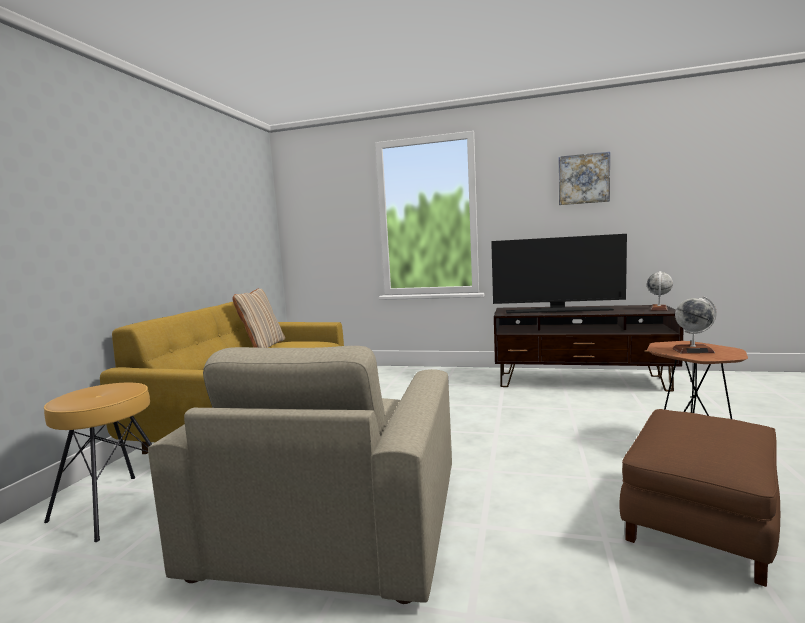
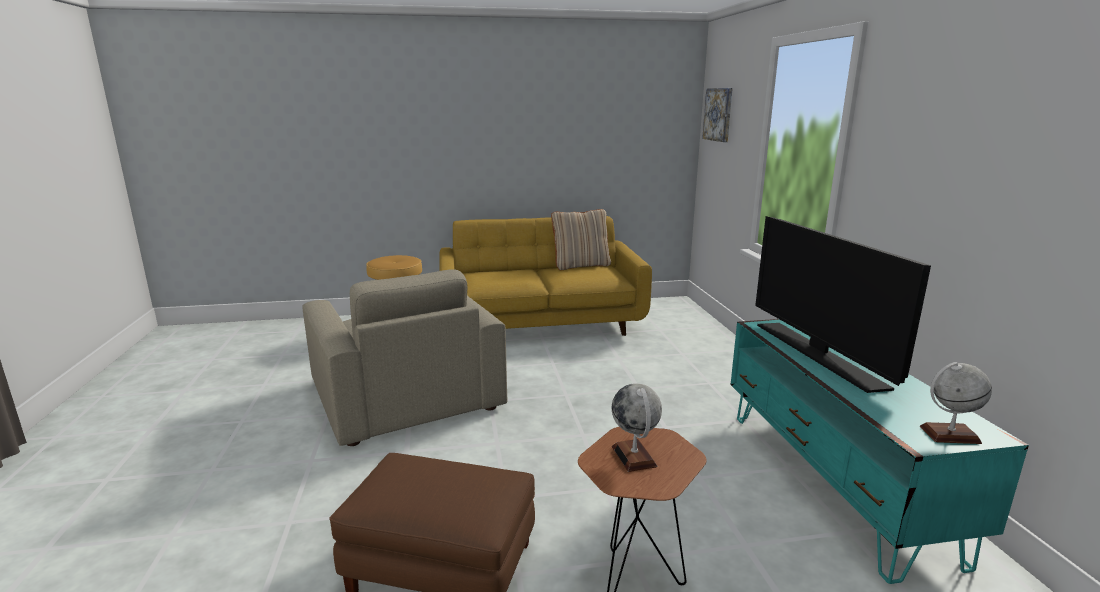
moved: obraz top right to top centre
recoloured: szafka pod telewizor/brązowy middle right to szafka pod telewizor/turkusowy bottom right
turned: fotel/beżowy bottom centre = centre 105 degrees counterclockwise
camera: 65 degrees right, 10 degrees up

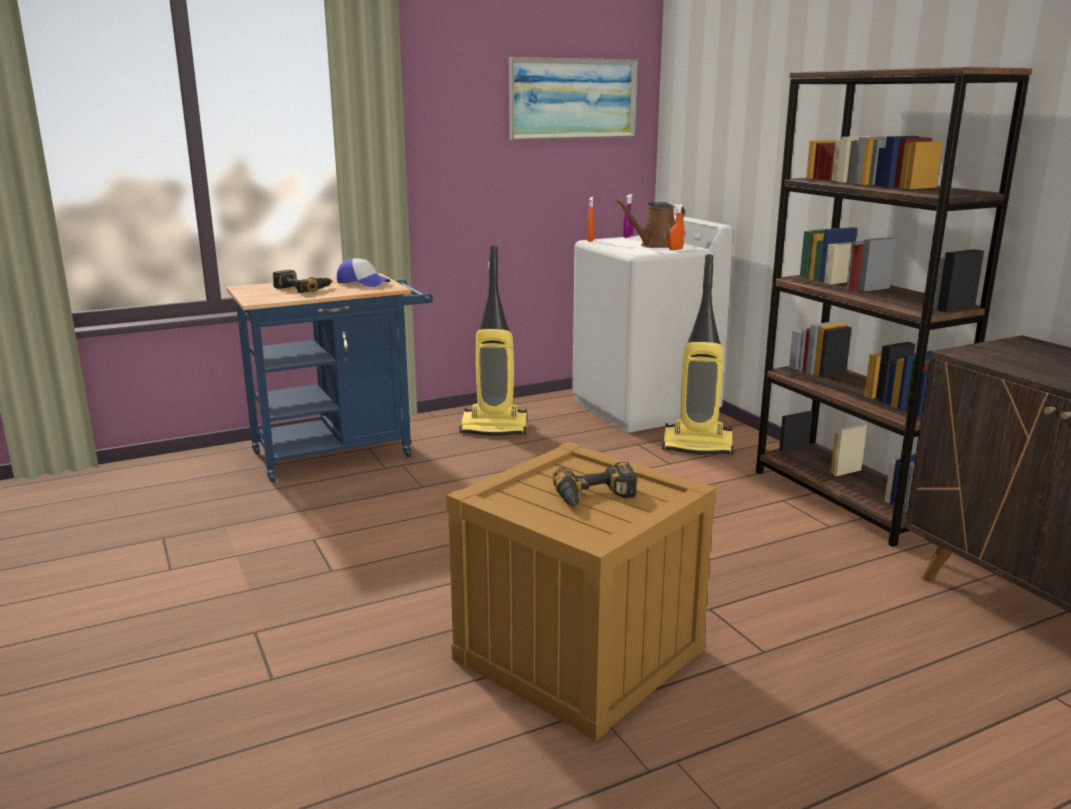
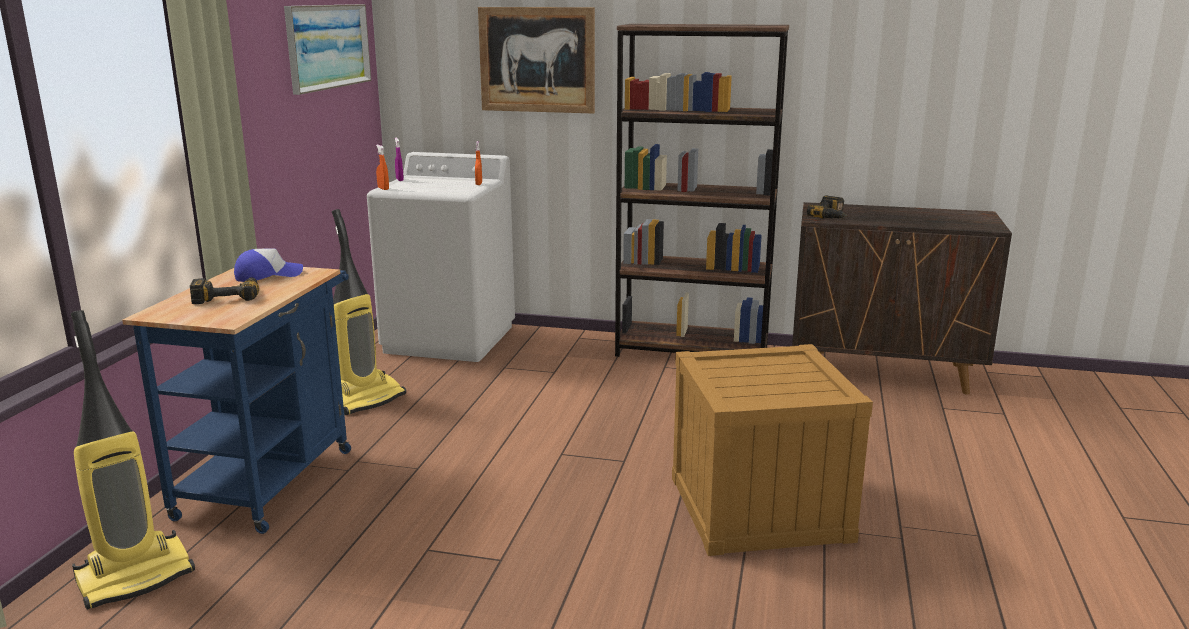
removed: konewka/brązowy top centre
added: obraz (2nd from left) top centre
moved: odkurzacz (2nd from left in the first image) centre to odkurzacz (1st from left) bottom left; wiertarka (2nd from left) centre to top right
camera: 50 degrees left, 0 degrees up

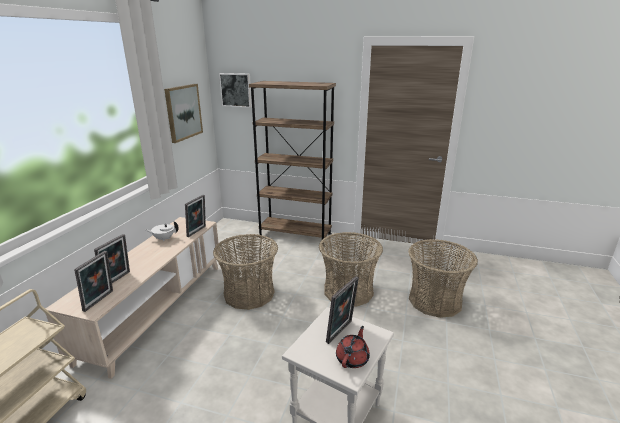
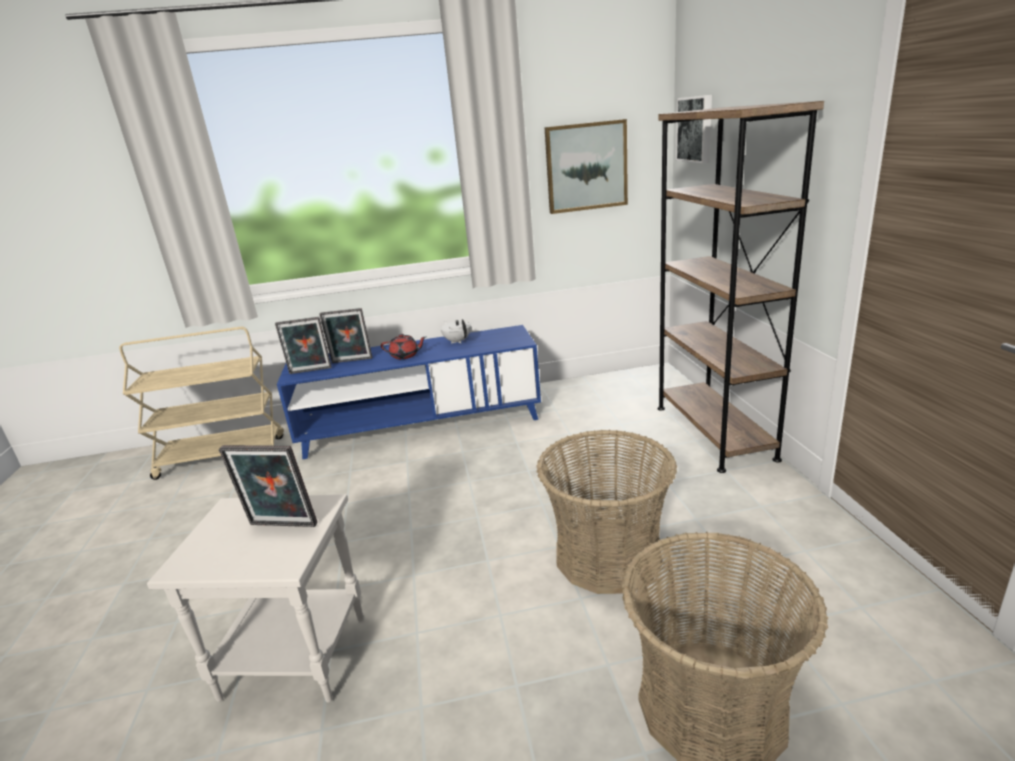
removed: ramka na zdjęcie (3rd from left) middle left; koszyk (1st from left) centre
moved: imbryk/czerwony bottom centre to centre
recoloured: szafka pod telewizor/beżowy bottom left to szafka pod telewizor/niebieski centre
camera: 65 degrees right, 0 degrees up

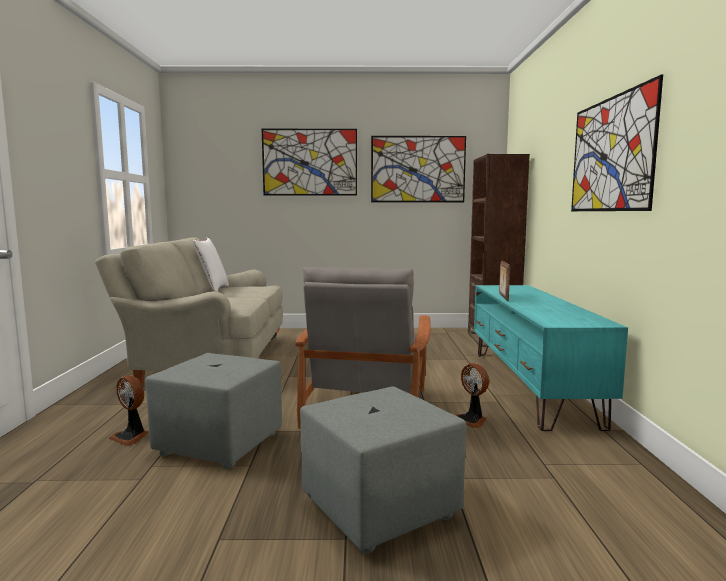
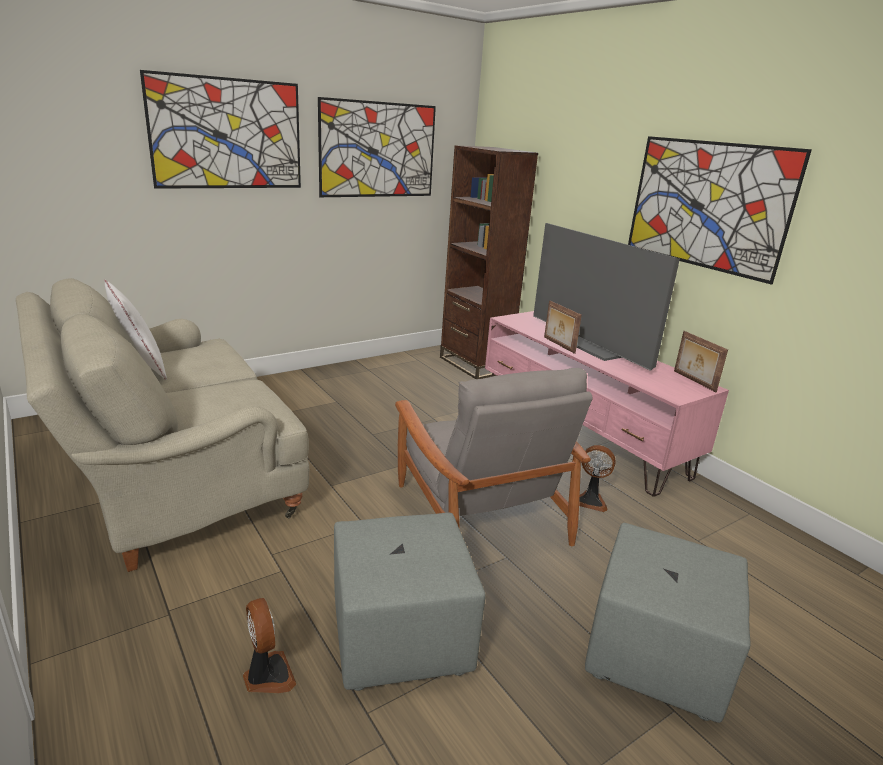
added: telewizor middle right; ramka na zdjęcie (2nd from left) middle right
recoloured: szafka pod telewizor/turkusowy middle right to szafka pod telewizor/różowy middle right
turned: wentylator (1st from left) bottom left = bottom left 120 degrees counterclockwise
camera: 35 degrees left, 15 degrees up

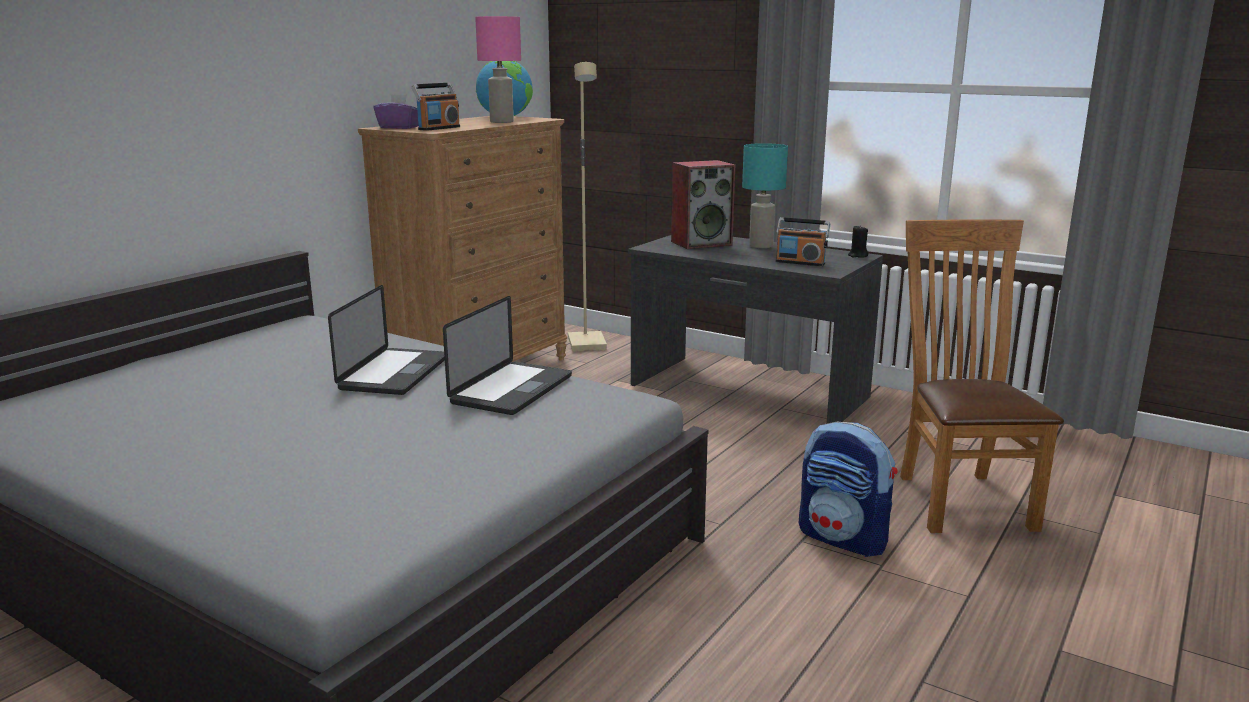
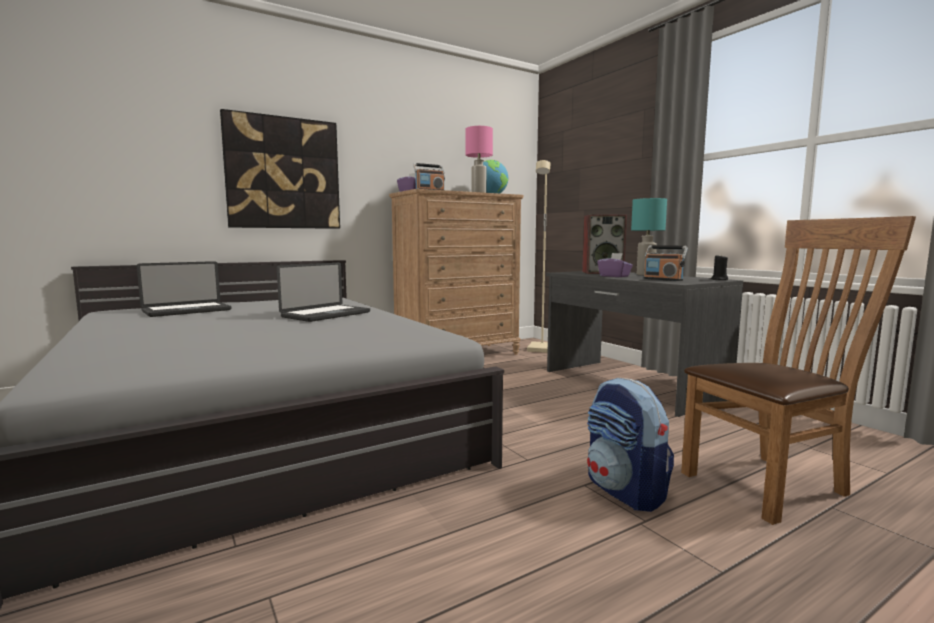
added: obraz top left; pudełko chusteczek/fioletowy (2nd from left) centre
moved: laptop (2nd from left in the first image) centre to laptop (1st from left) middle left
turned: krzesło/brązowy middle right = middle right 45 degrees clockwise
camera: 25 degrees right, 10 degrees down

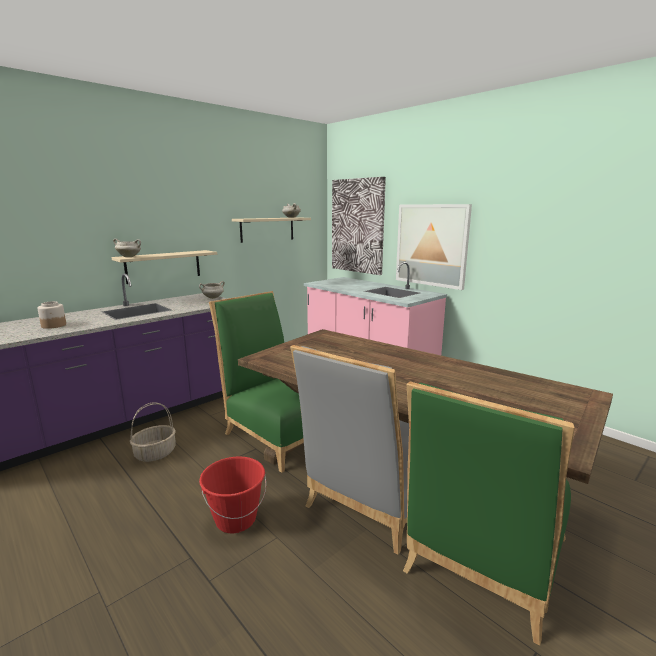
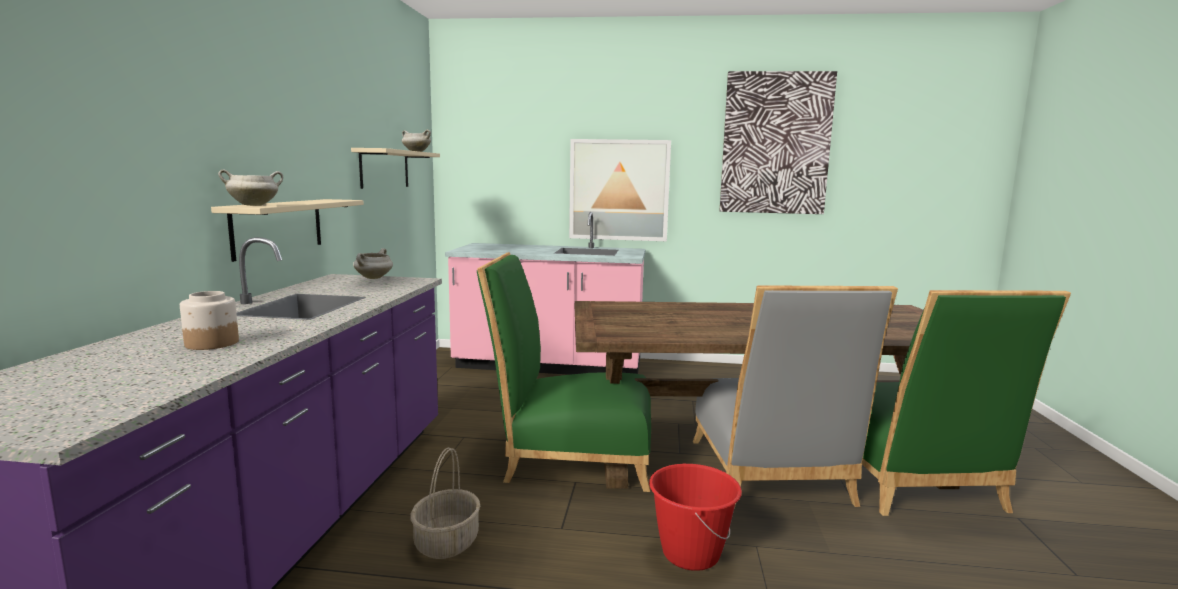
moved: obraz (1st from left in the first image) centre to obraz (2nd from left) top centre
camera: 40 degrees left, 5 degrees down

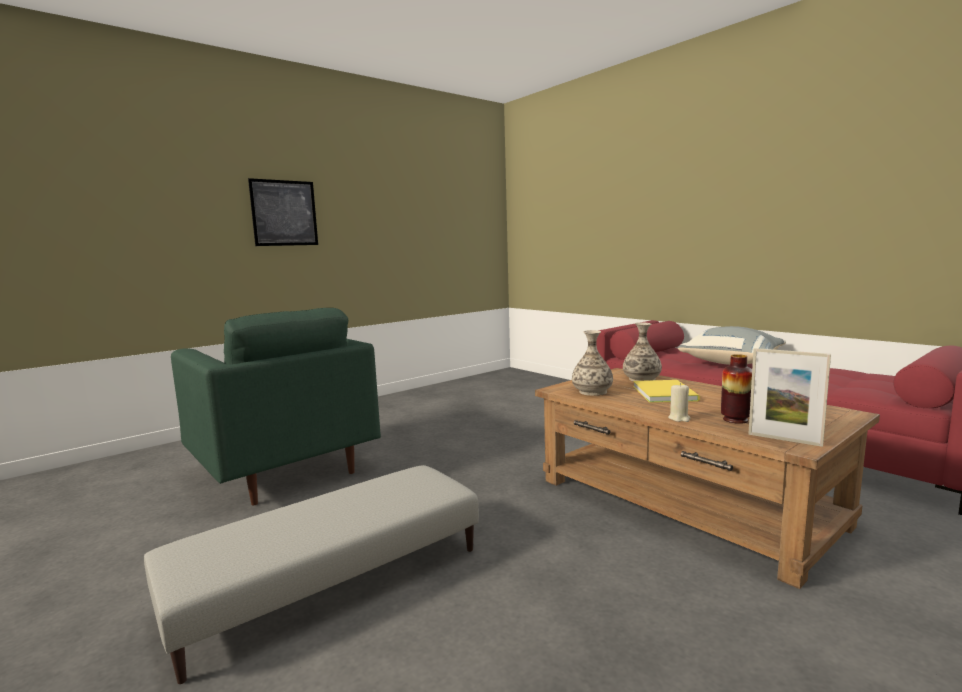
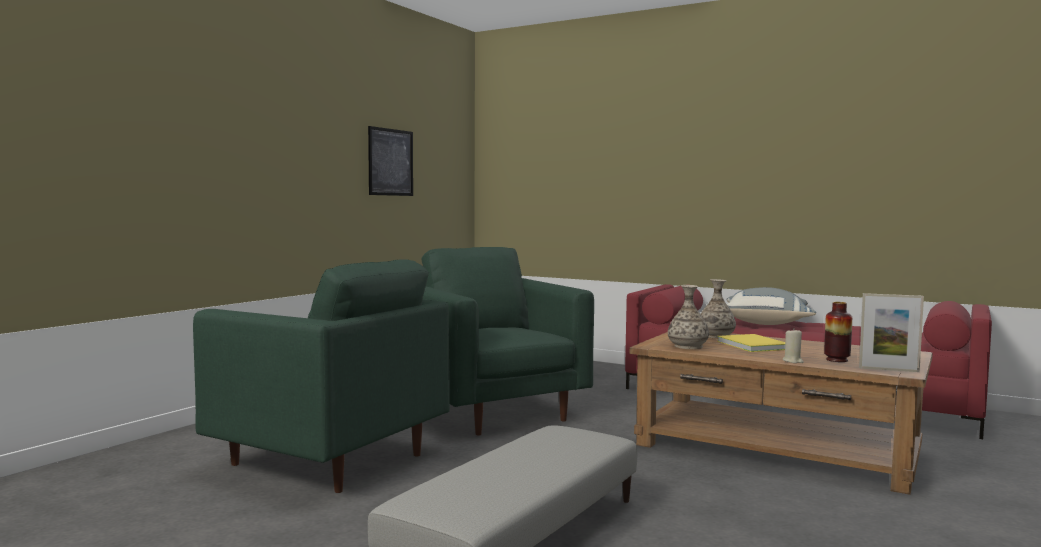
added: fotel/zielony (2nd from left) centre
moved: obraz top left to top centre
camera: 20 degrees left, 5 degrees down

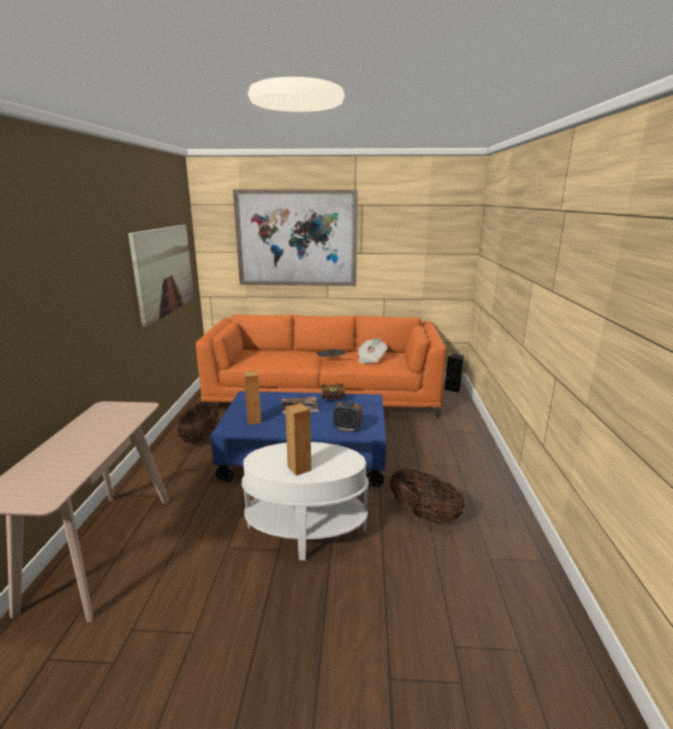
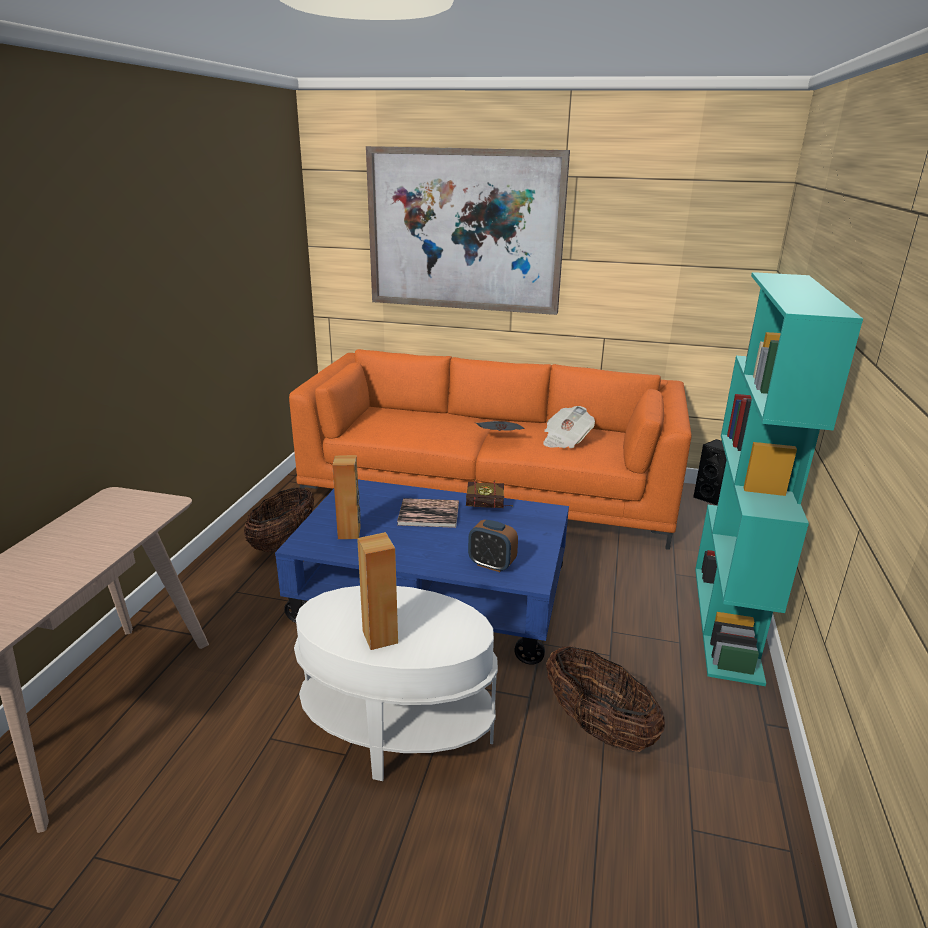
removed: obraz (1st from left) middle left
added: regał/turkusowy middle right
camera: 10 degrees right, 5 degrees up

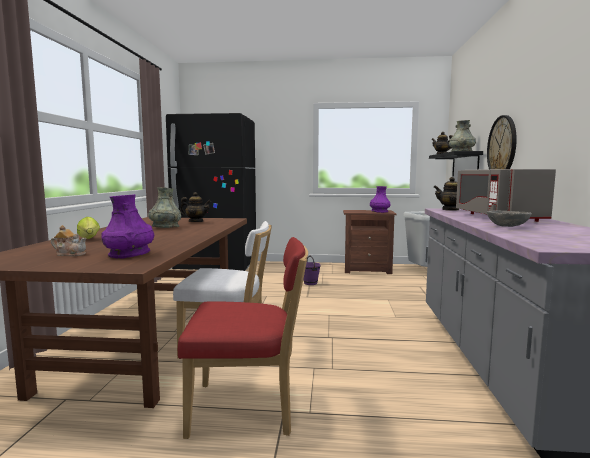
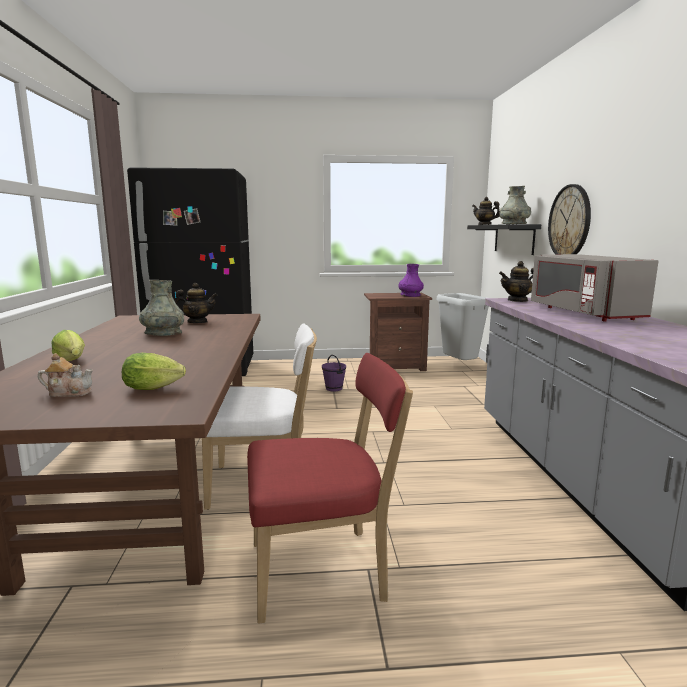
removed: miska/szary middle right
replaced: wazon/fioletowy (1st from left) middle left to sałata (2nd from left) middle left
camera: 10 degrees left, 5 degrees up

